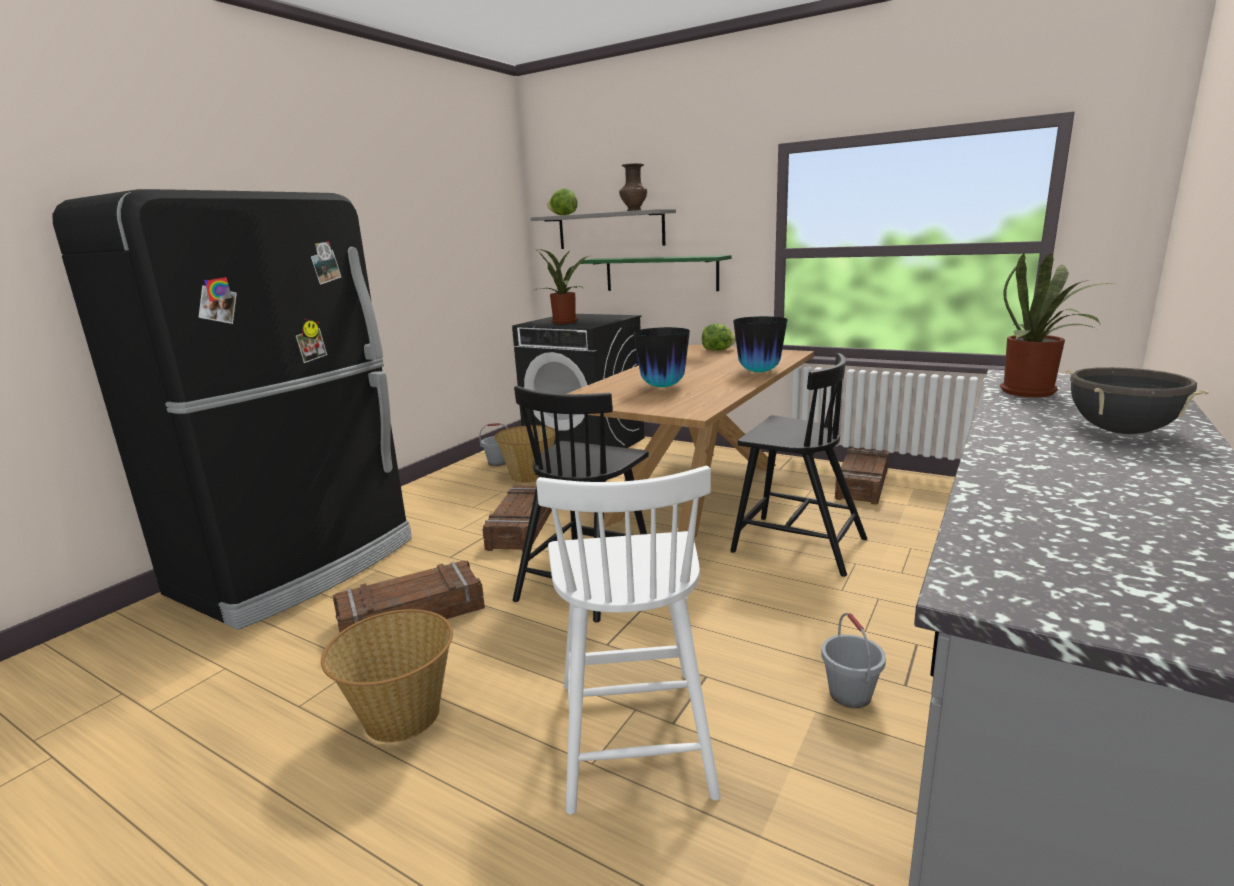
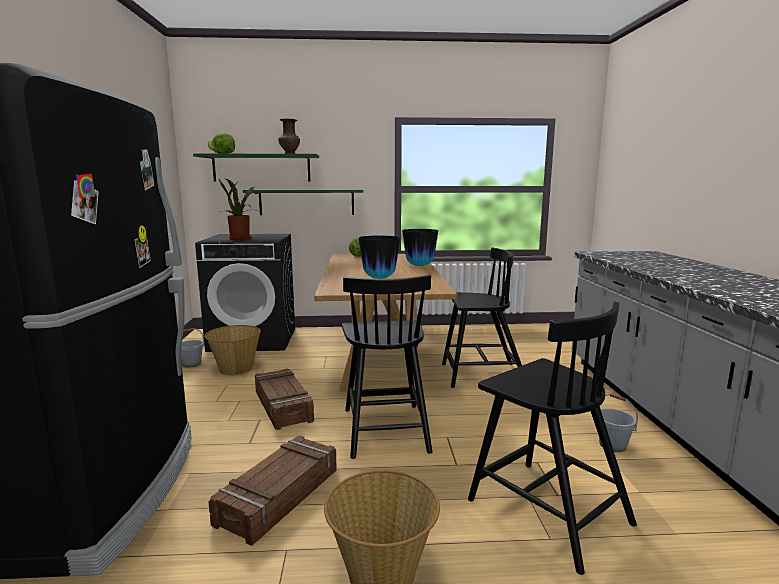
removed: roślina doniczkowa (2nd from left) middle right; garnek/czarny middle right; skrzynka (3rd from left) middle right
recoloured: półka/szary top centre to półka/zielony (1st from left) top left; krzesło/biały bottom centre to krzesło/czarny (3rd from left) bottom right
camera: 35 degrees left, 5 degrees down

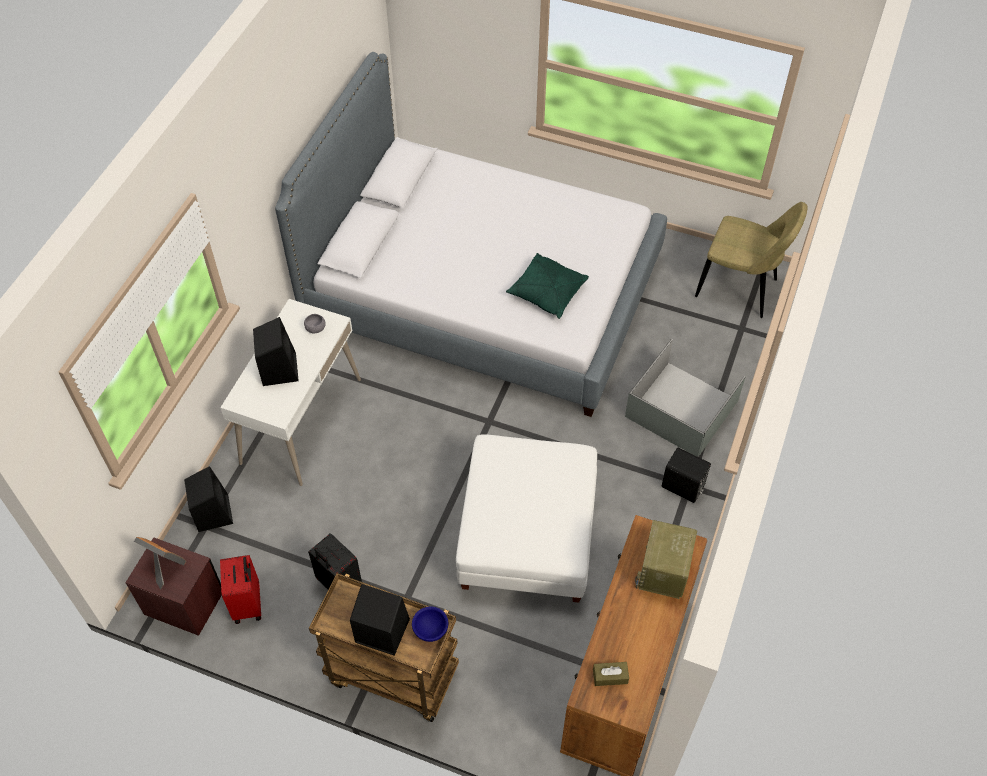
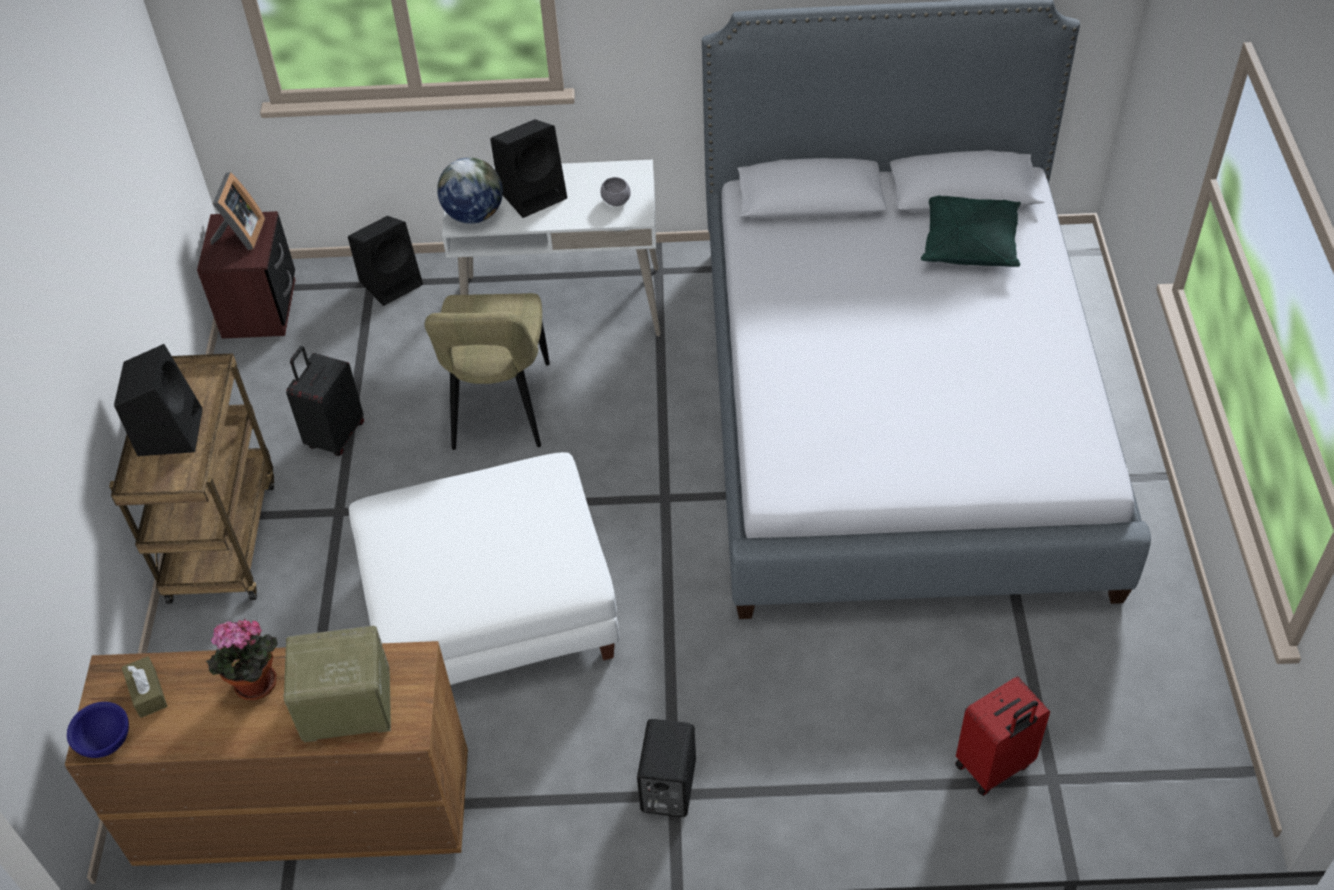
removed: pojemnik do przechowywania/szary middle right
added: globus top centre; roślina doniczkowa bottom left
moved: krzesło/beżowy middle right to centre; poduszka/zielony centre to top right; walizka/czerwony bottom left to bottom right; miska/niebieski bottom centre to bottom left
camera: 70 degrees right, 5 degrees down

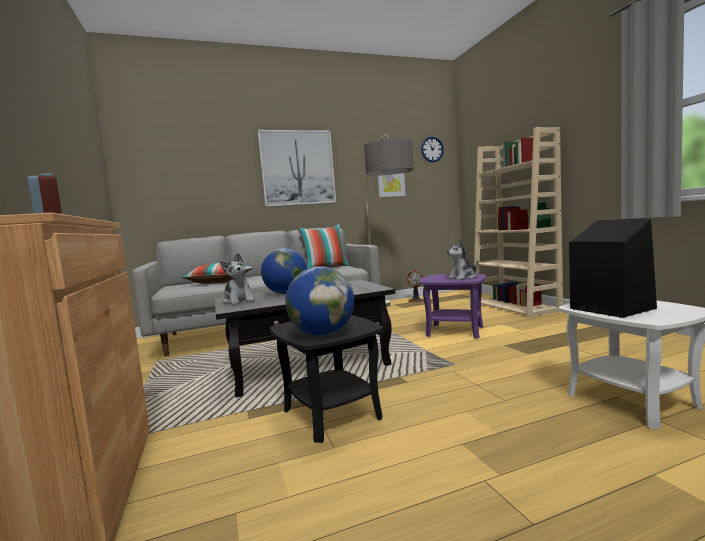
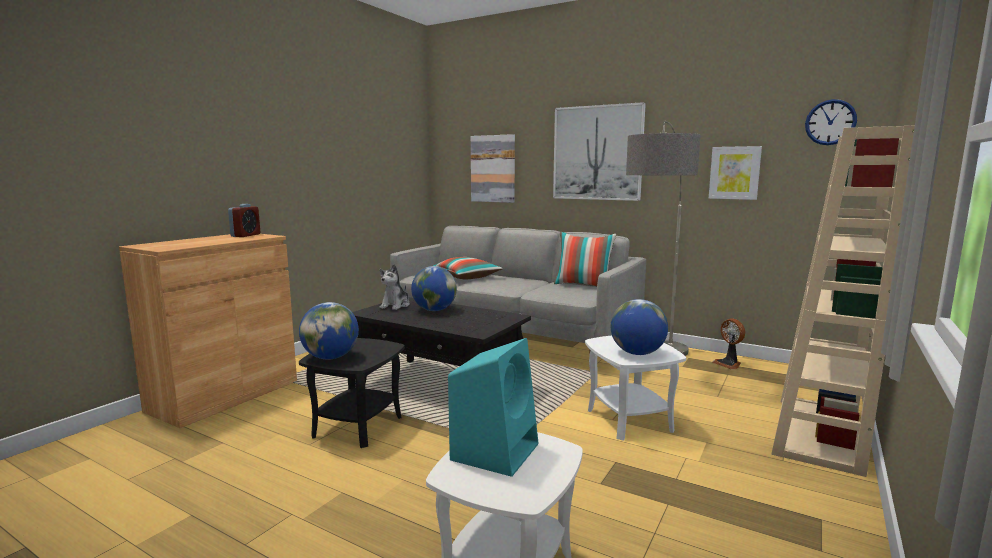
added: obraz (1st from left) top centre
replaced: pluszak (2nd from left) centre to globus (3rd from left) centre
recoloured: głośnik/czarny middle right to głośnik/turkusowy bottom centre; stolik/fioletowy centre to stolik/biały (2nd from left) bottom centre
camera: 50 degrees right, 5 degrees up

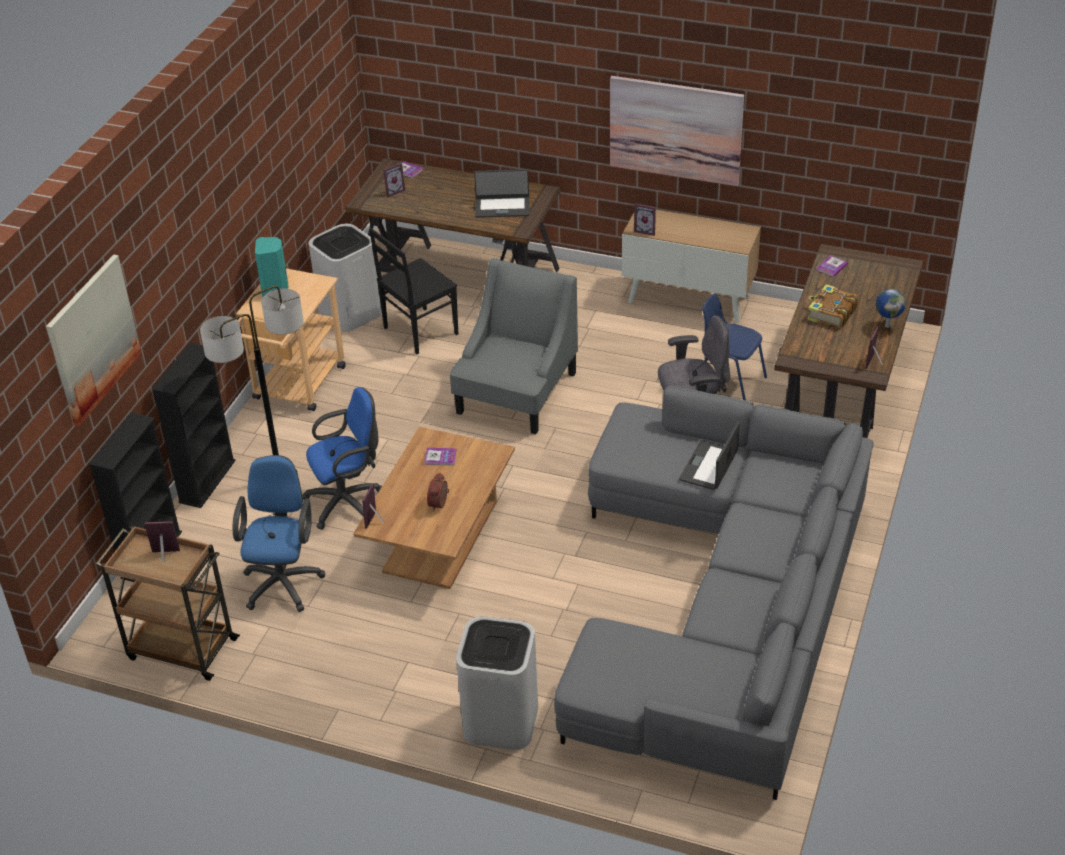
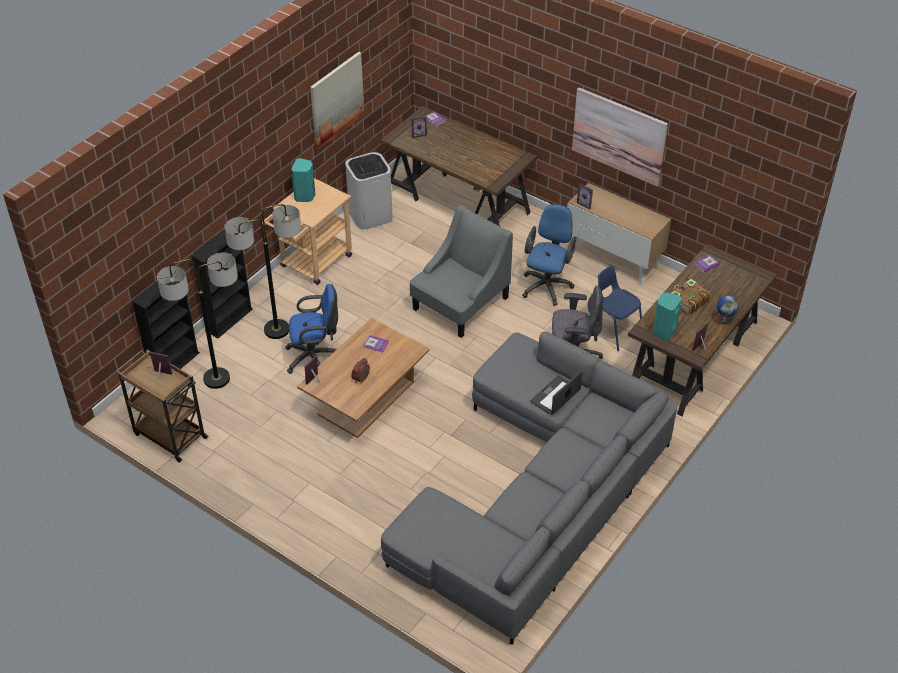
removed: laptop (1st from left) top centre; krzesło/czarny centre; kosz na śmieci/biały (2nd from left) bottom centre
added: lampa stojąca (1st from left) middle left; głośnik/turkusowy (2nd from left) middle right
moved: obraz (1st from left) middle left to top centre; krzesło biurowe/niebieski (1st from left in the first image) middle left to krzesło biurowe/niebieski (2nd from left) centre
camera: 15 degrees right, 5 degrees up

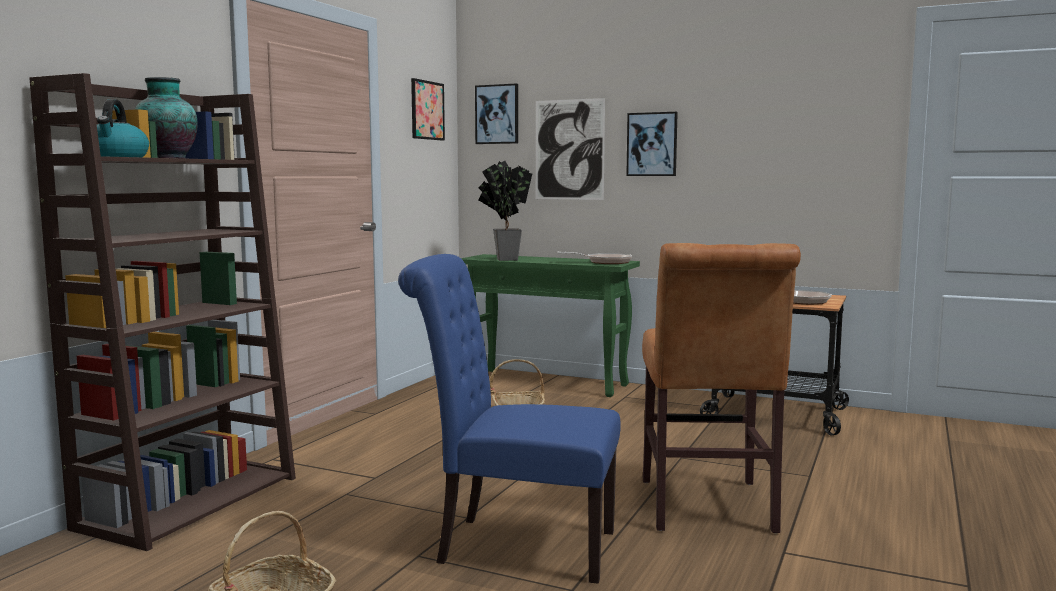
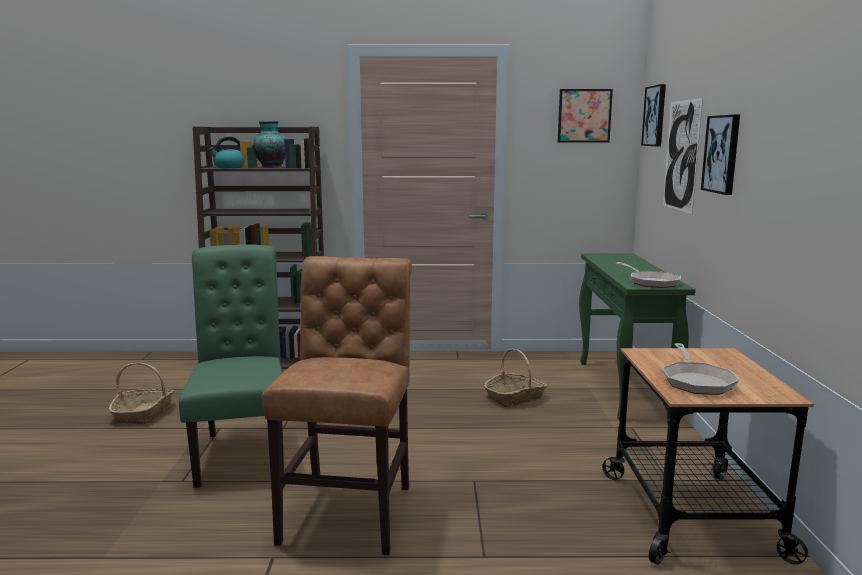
removed: roślina doniczkowa centre
recoloured: krzesło/niebieski bottom centre to krzesło/zielony middle left
turned: krzesło/brązowy middle right = bottom centre 120 degrees clockwise
camera: 65 degrees right, 5 degrees up

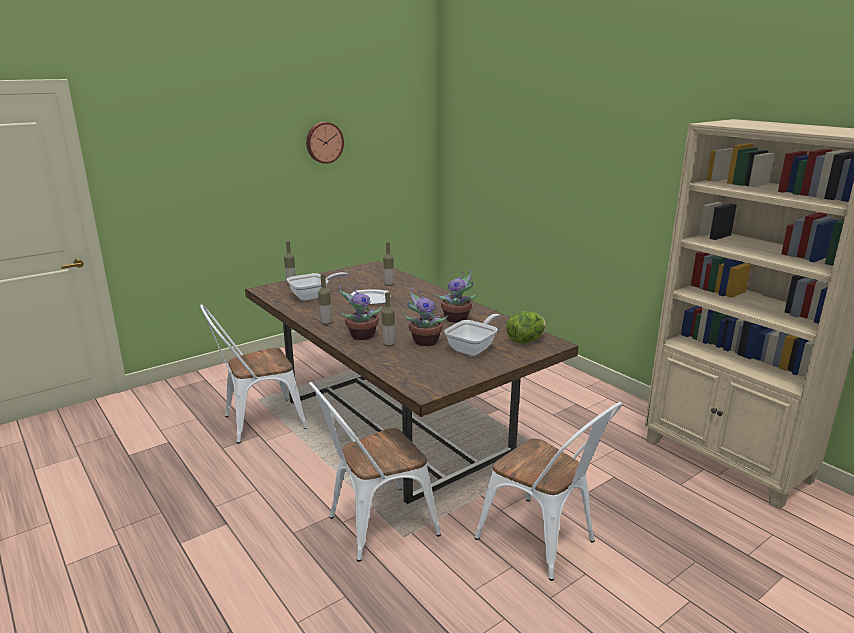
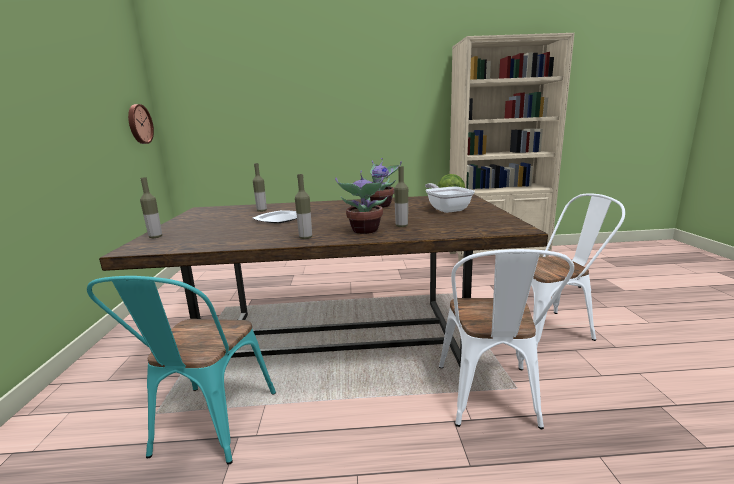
removed: patelnia (1st from left) centre; roślina doniczkowa (2nd from left) centre
moved: zegar ścienny top centre to top left
recoloured: krzesło/biały (1st from left) middle left to krzesło/turkusowy bottom left
camera: 55 degrees left, 5 degrees down

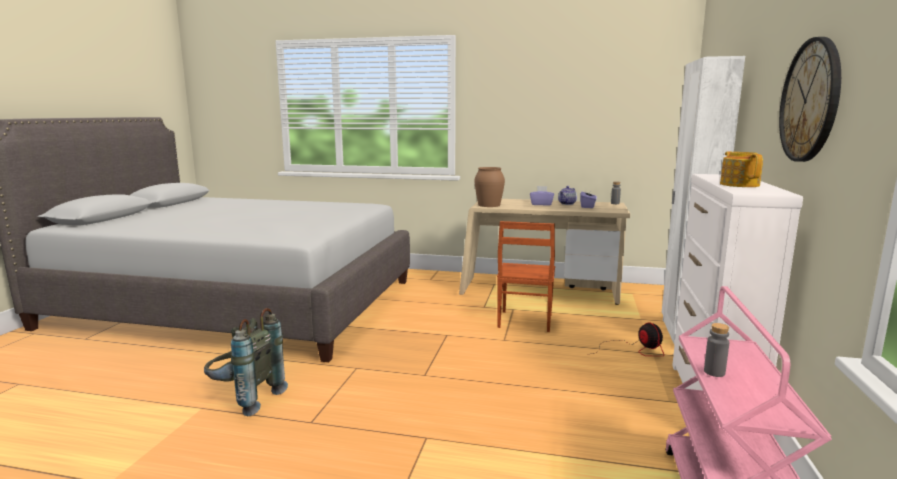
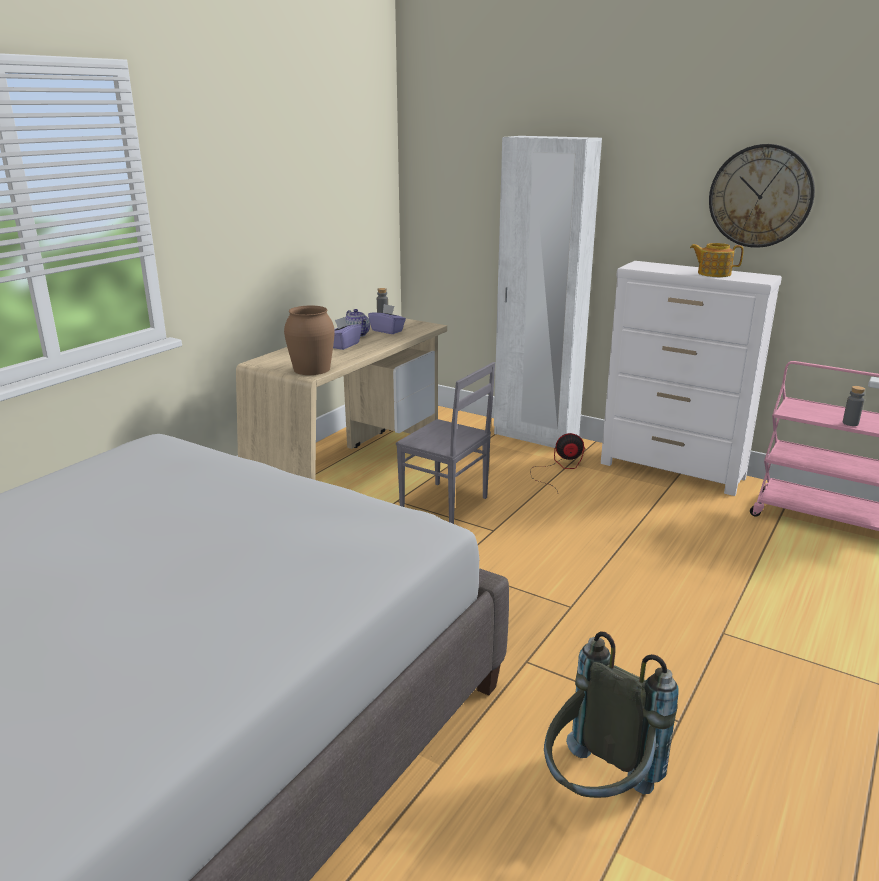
recoloured: krzesło/brązowy centre to krzesło/szary centre
camera: 70 degrees left, 10 degrees up

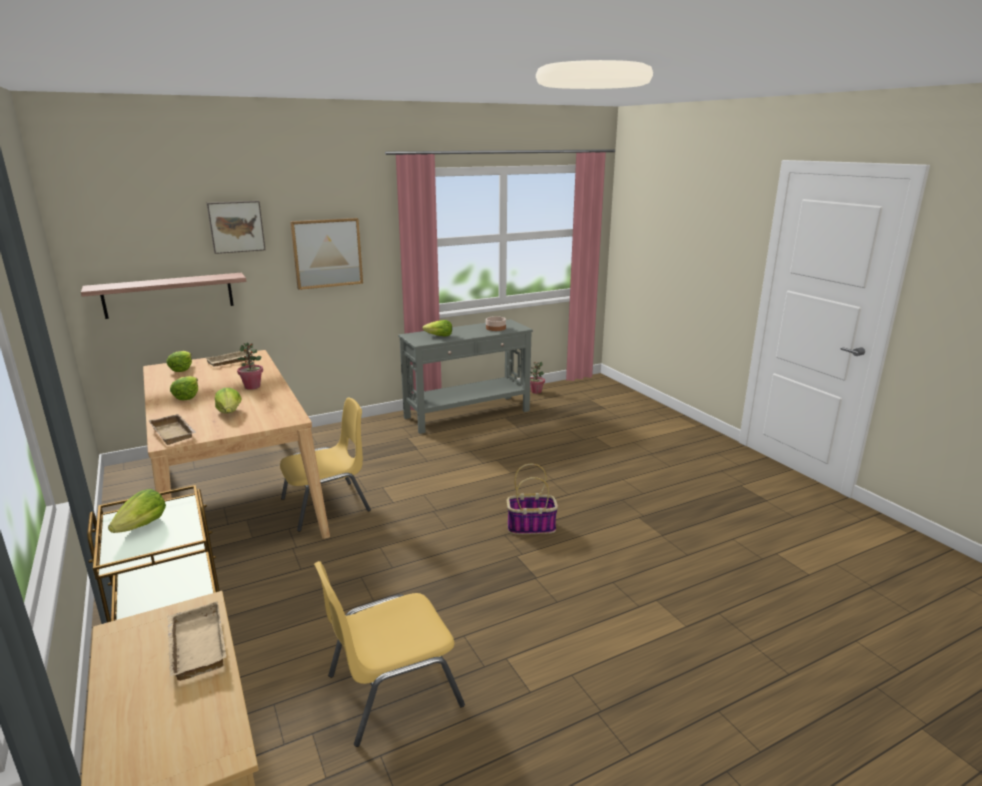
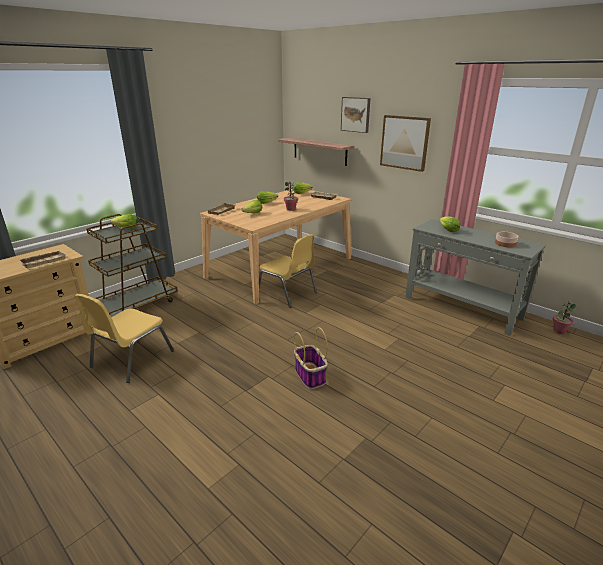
turned: krzesło/żółty (2nd from left in the first image) bottom centre = middle left 105 degrees counterclockwise
camera: 70 degrees right, 5 degrees up

